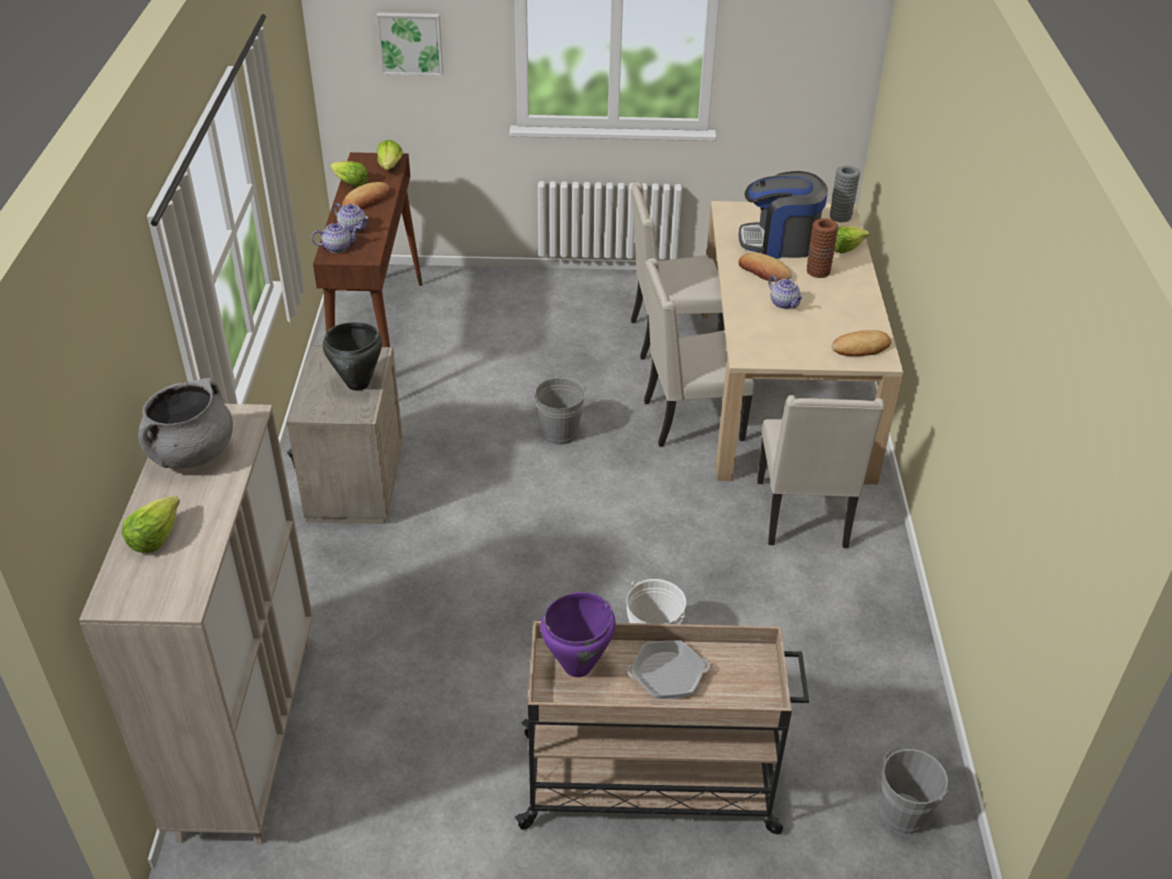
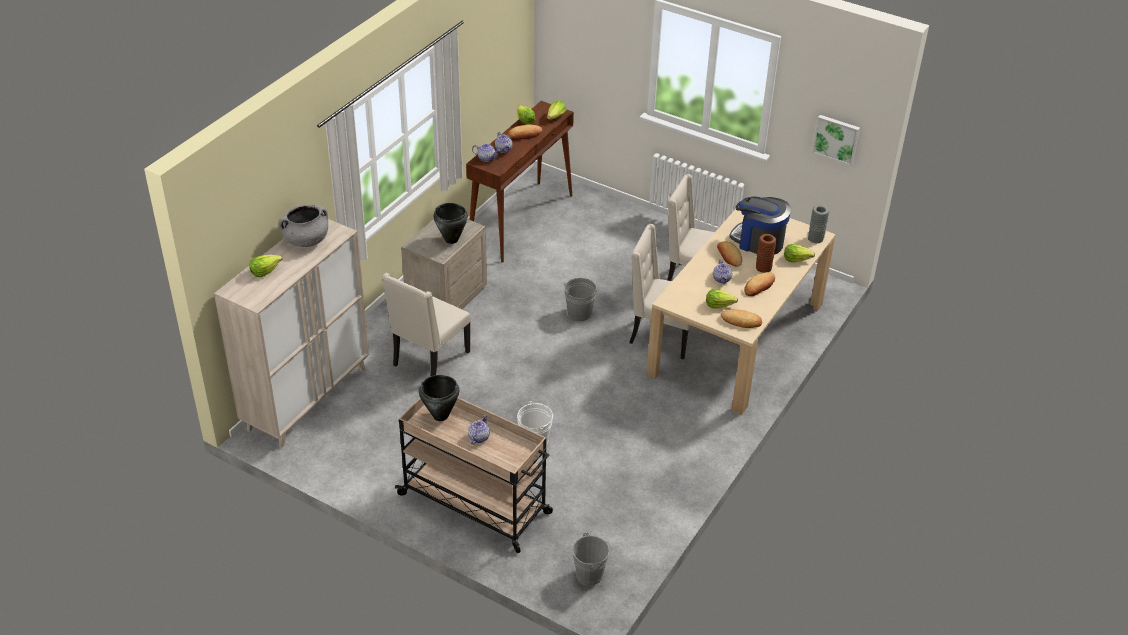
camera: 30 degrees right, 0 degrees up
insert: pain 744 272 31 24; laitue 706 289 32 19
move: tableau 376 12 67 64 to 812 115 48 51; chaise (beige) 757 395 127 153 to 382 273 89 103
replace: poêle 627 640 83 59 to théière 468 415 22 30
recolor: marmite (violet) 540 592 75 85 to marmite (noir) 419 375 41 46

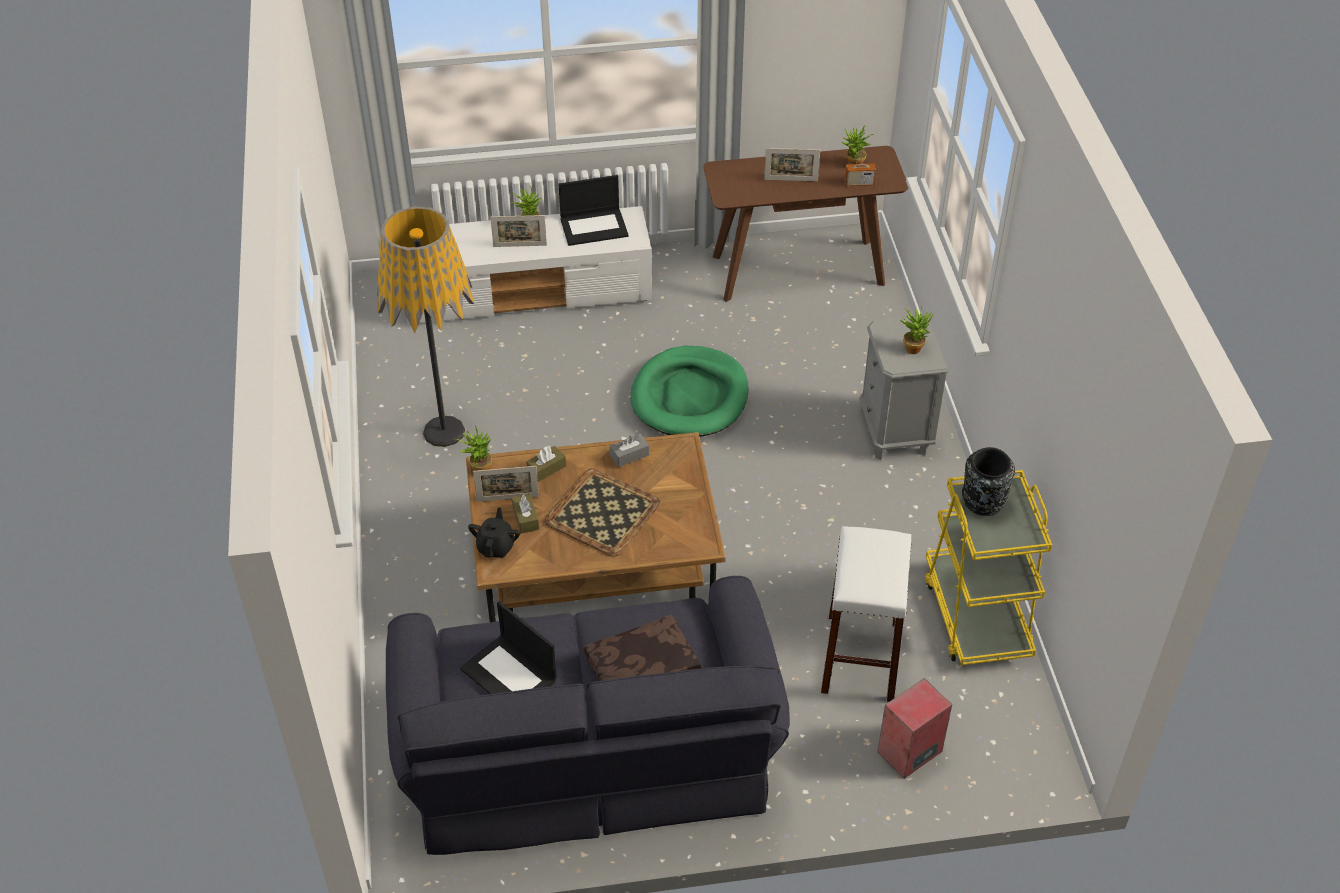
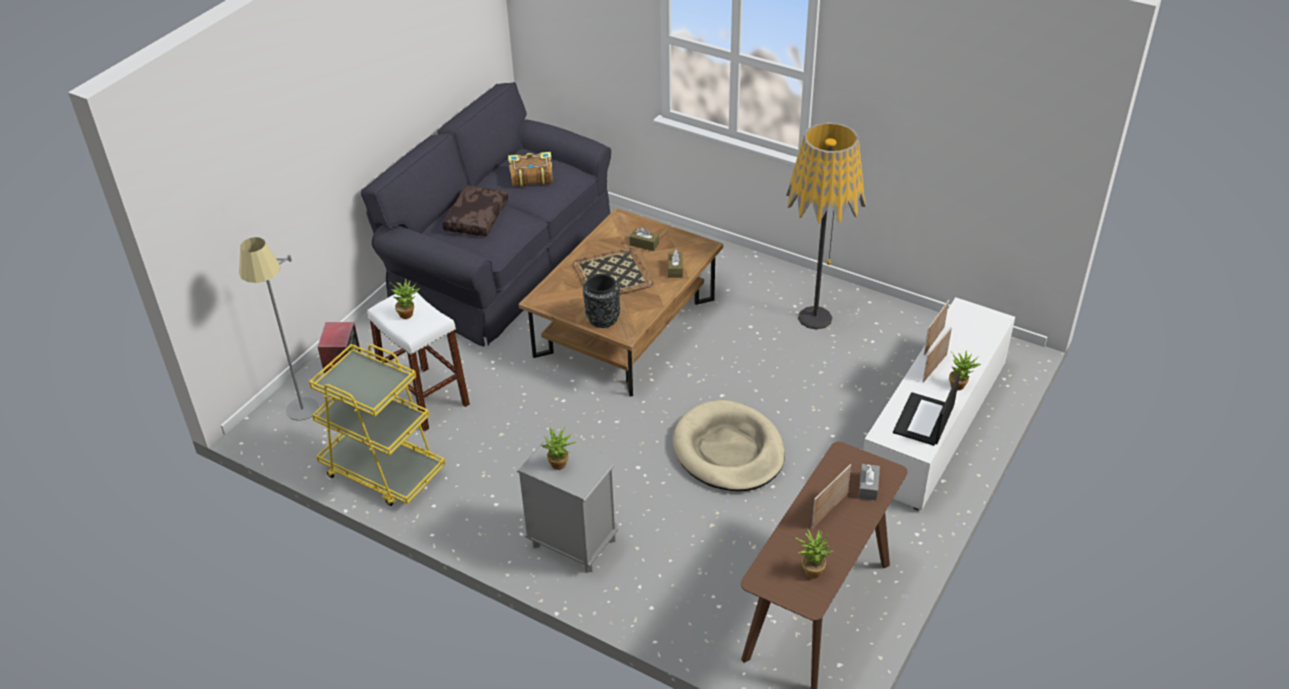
camera: 130 degrees right, 5 degrees down
delete: radio 845 145 31 41; théière (noir) 468 507 52 51
insert: lampadaire (gris) 239 237 80 184
move: plante en pot 456 425 36 46 to 389 278 31 41; boîte à mouchoirs (gris) 610 434 39 33 to 858 464 22 36; vase (noir) 962 447 53 69 to 583 274 37 54; cadre photo 473 466 66 36 to 924 300 25 55
replace: ordinateur portable 460 601 97 93 to livre 508 152 45 35
recolor: panier pour chien (vert) 631 346 117 91 to panier pour chien (beige) 673 400 112 91

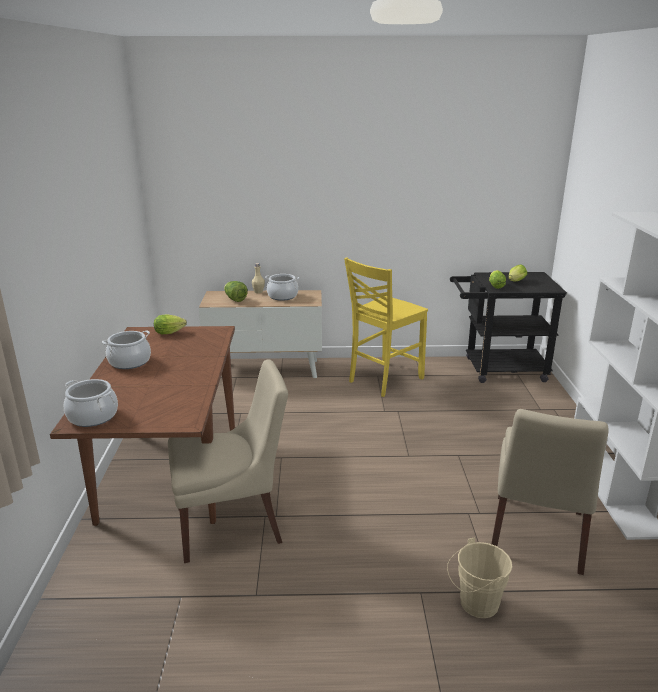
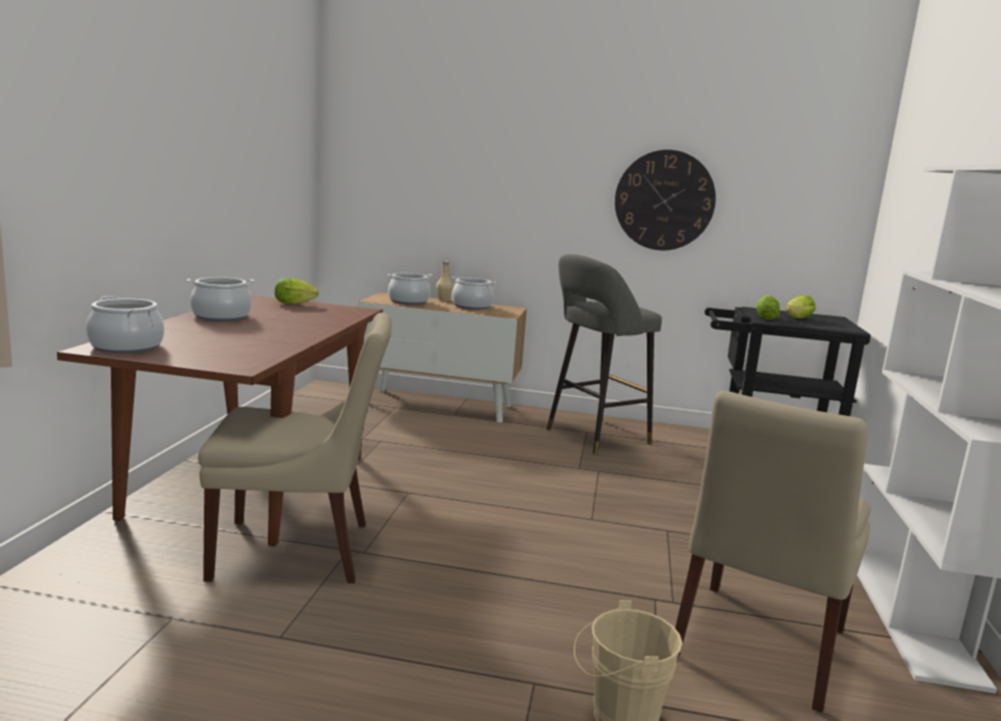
camera: 10 degrees right, 10 degrees down
insert: horloge murale 615 150 101 100
replace: chaise (jaune) 344 257 84 140 to tabouret (gris) 547 254 115 201; laitue 224 281 24 21 to marmite 388 273 44 32

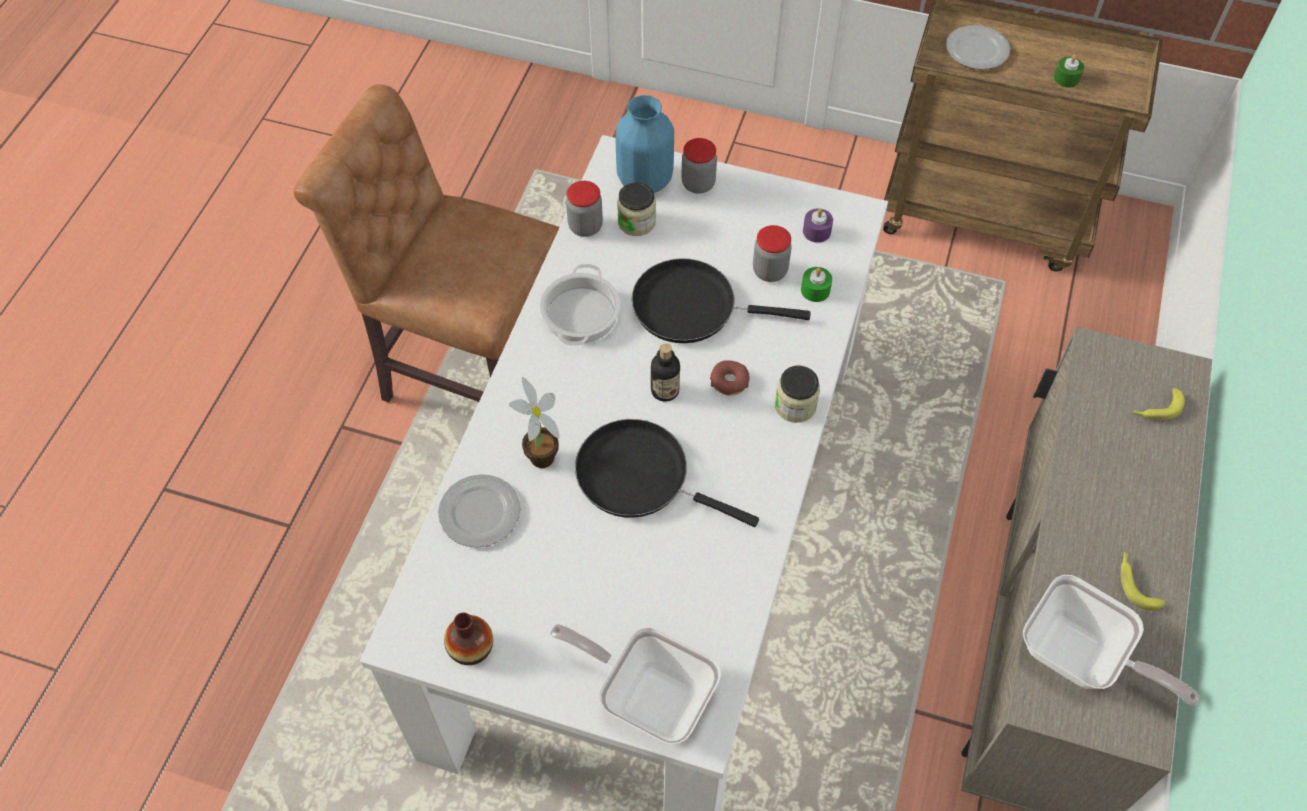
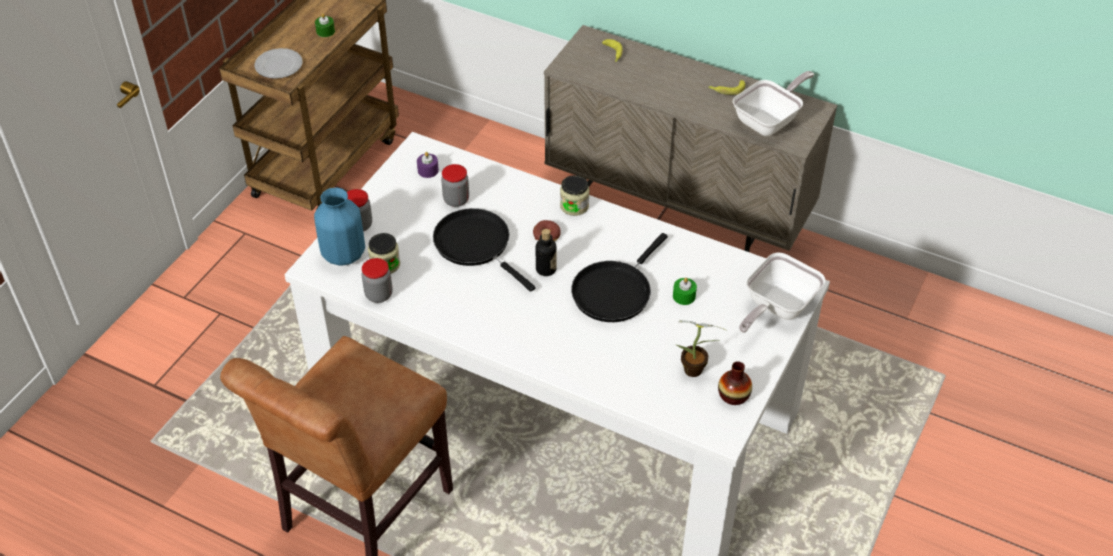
camera: 80 degrees left, 10 degrees down
delete: marmite 540 264 80 82; assiette 438 474 82 73
move: bougie (vert) 801 267 31 35 to 673 278 24 27; plante en pot 508 377 52 91 to 676 320 49 57
rotate: poêle (noir) 632 258 179 85 = 433 208 103 84 120 degrees clockwise

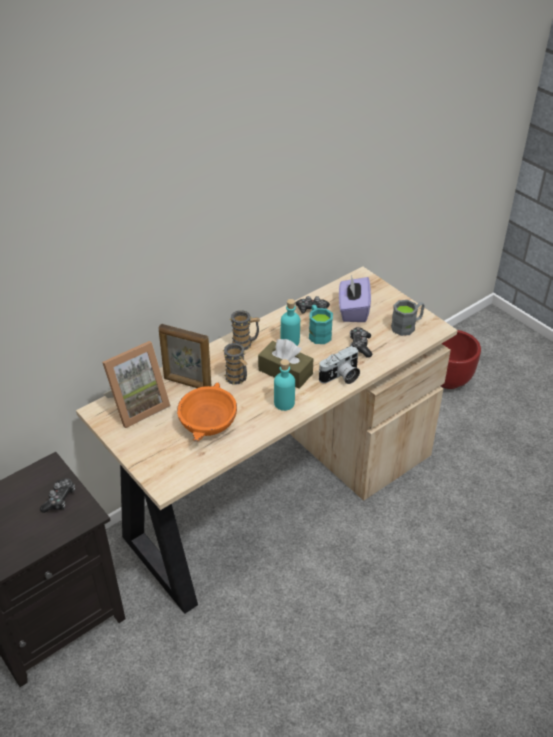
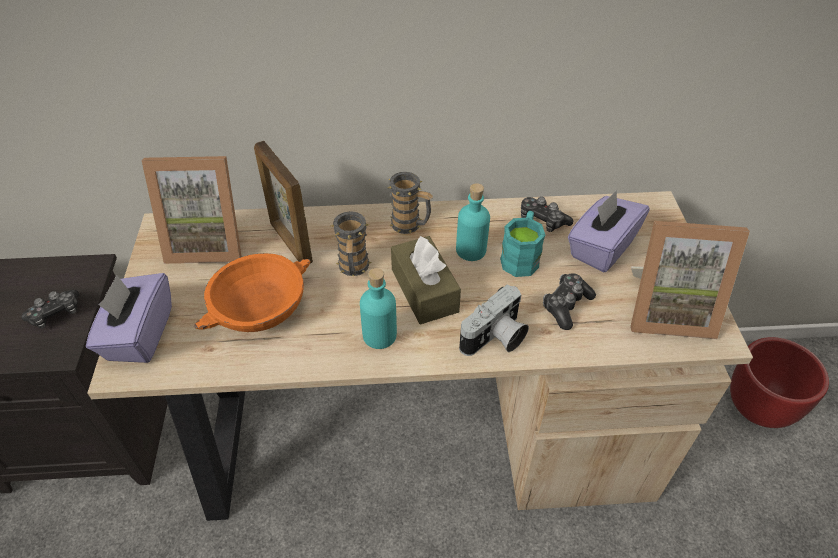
camera: 35 degrees right, 5 degrees up
insert: boîte à mouchoirs (violet) 86 273 86 90
replace: mug (gris) 391 300 34 36 to cadre photo 630 221 120 118
rotate: appareil photo 319 346 41 38 = 459 284 70 72 45 degrees counterclockwise

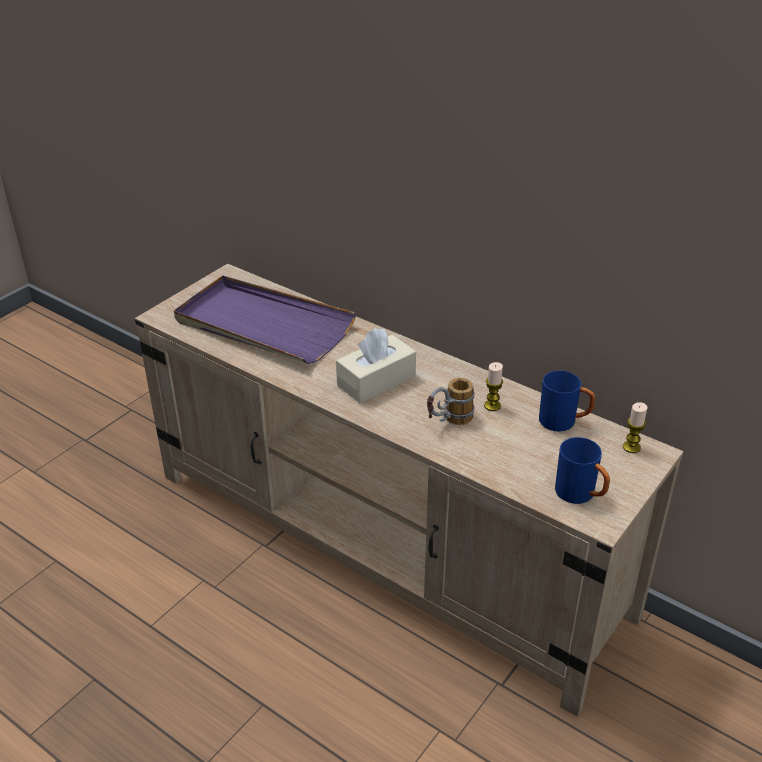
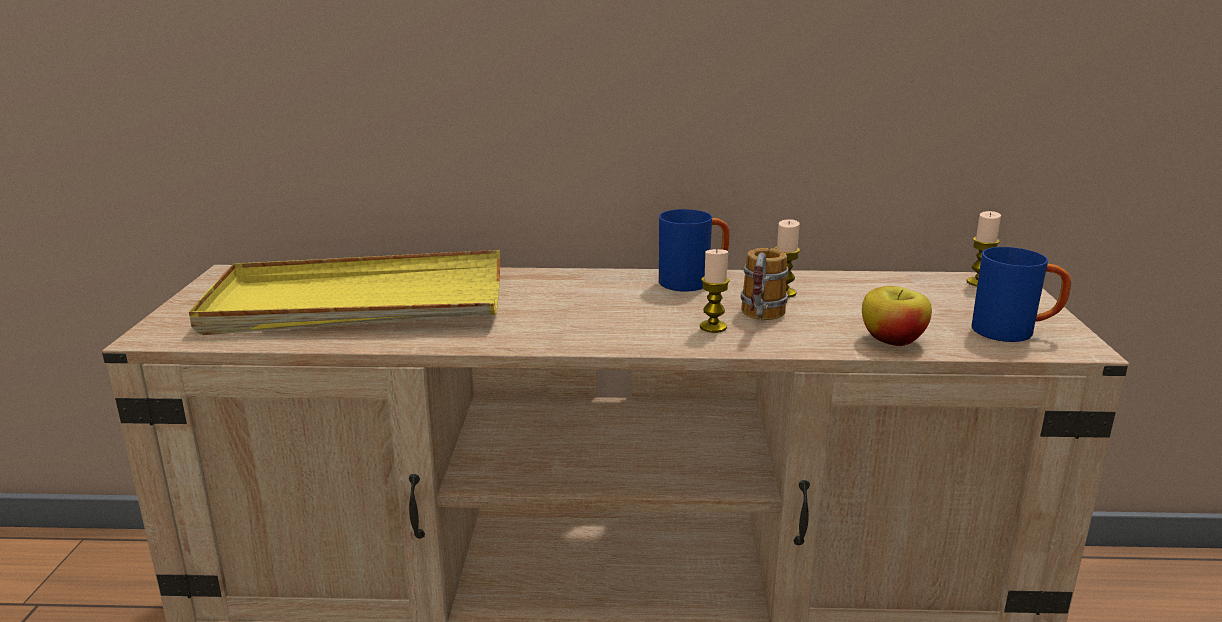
camera: 35 degrees left, 15 degrees down
delete: boîte à mouchoirs (beige) 336 328 80 75
insert: bougie 700 249 30 84; pomme 862 286 70 60
move: mug (bleu) 539 370 56 62 to 659 209 71 83
recolor: plateau (violet) 174 275 182 89 to plateau (jaune) 189 250 311 85

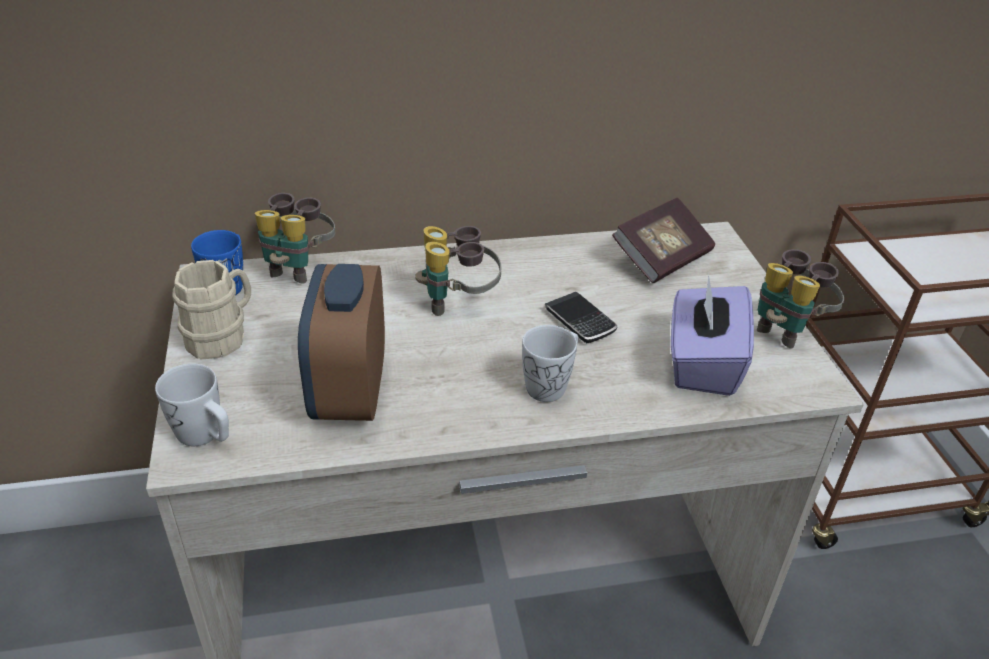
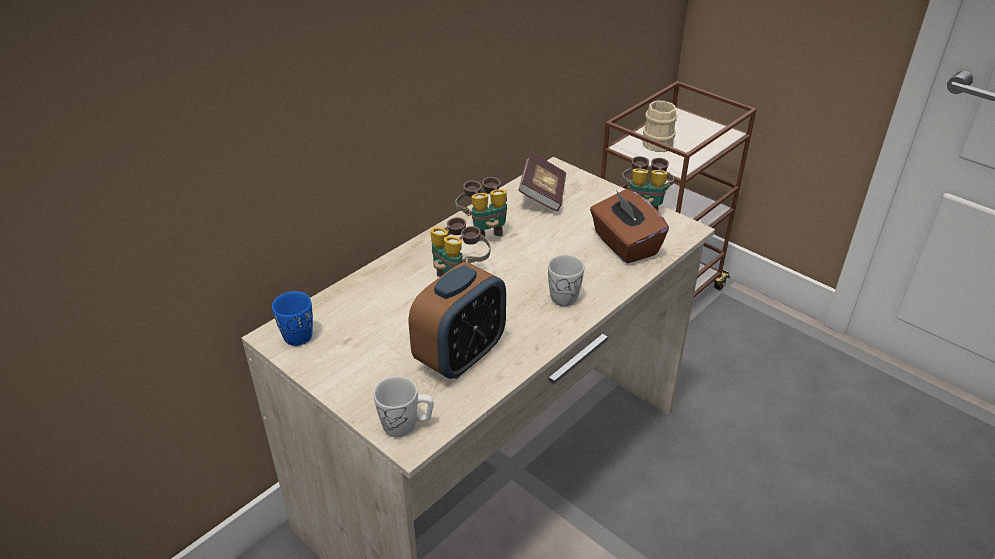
camera: 35 degrees left, 0 degrees up
delete: téléphone 545 292 72 51
move: jumelles 255 193 81 90 to 456 177 51 64; mug (beige) 173 260 78 99 to 642 100 35 52
recolor: boîte à mouchoirs (violet) 671 275 83 121 to boîte à mouchoirs (marron) 590 189 79 75
rotate: réveil 298 264 87 157 = 409 262 97 117 105 degrees counterclockwise

